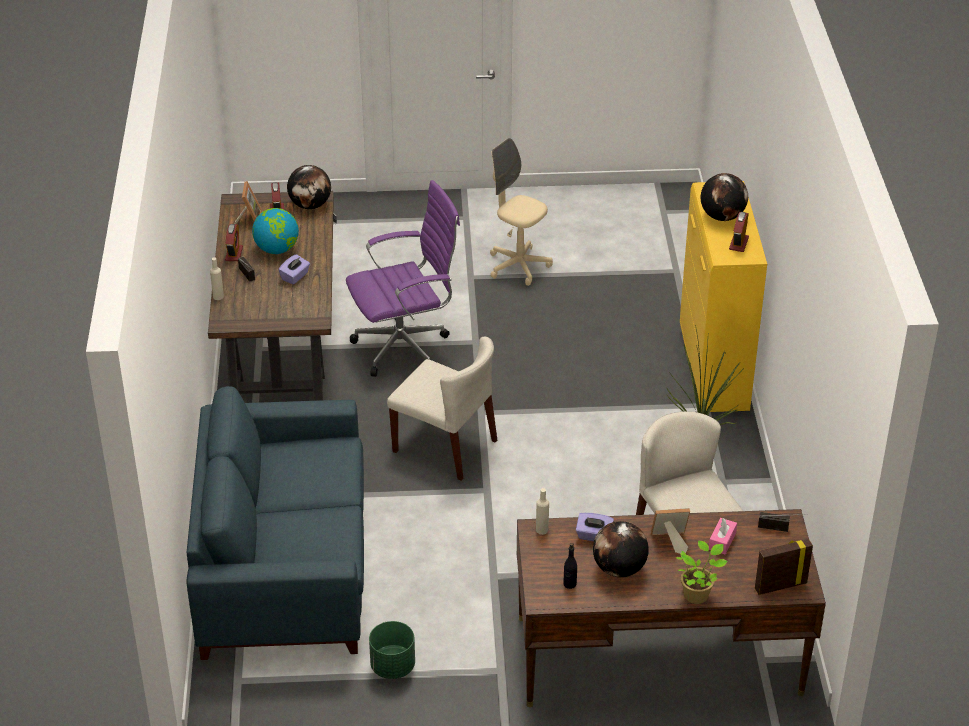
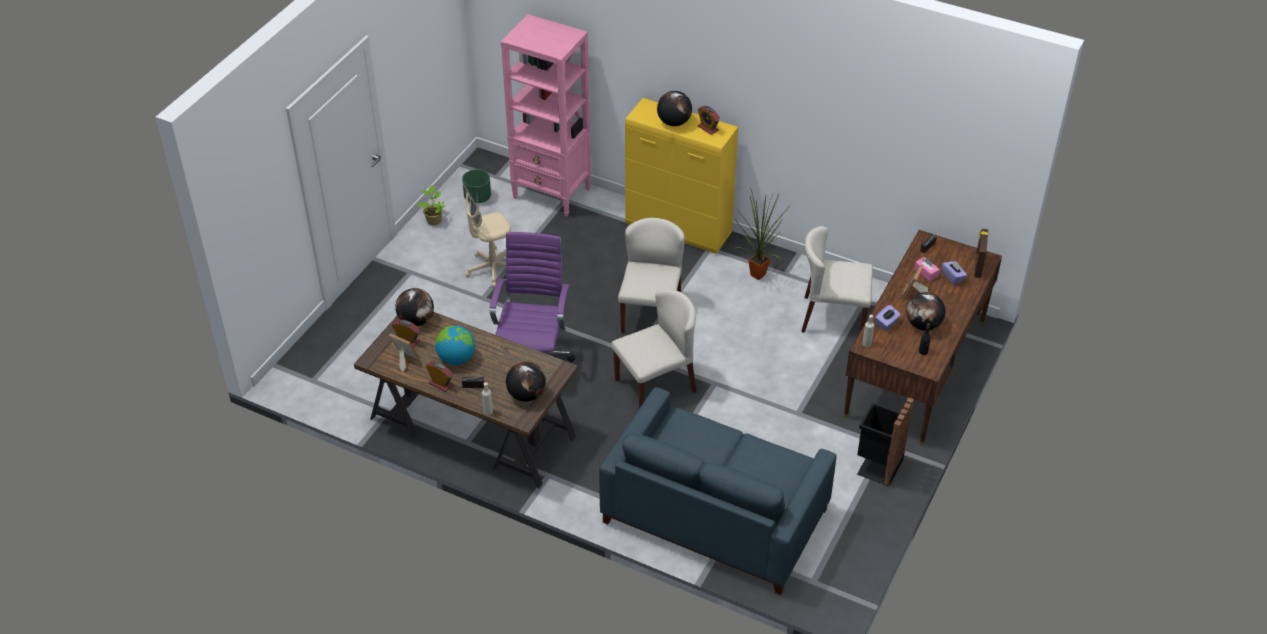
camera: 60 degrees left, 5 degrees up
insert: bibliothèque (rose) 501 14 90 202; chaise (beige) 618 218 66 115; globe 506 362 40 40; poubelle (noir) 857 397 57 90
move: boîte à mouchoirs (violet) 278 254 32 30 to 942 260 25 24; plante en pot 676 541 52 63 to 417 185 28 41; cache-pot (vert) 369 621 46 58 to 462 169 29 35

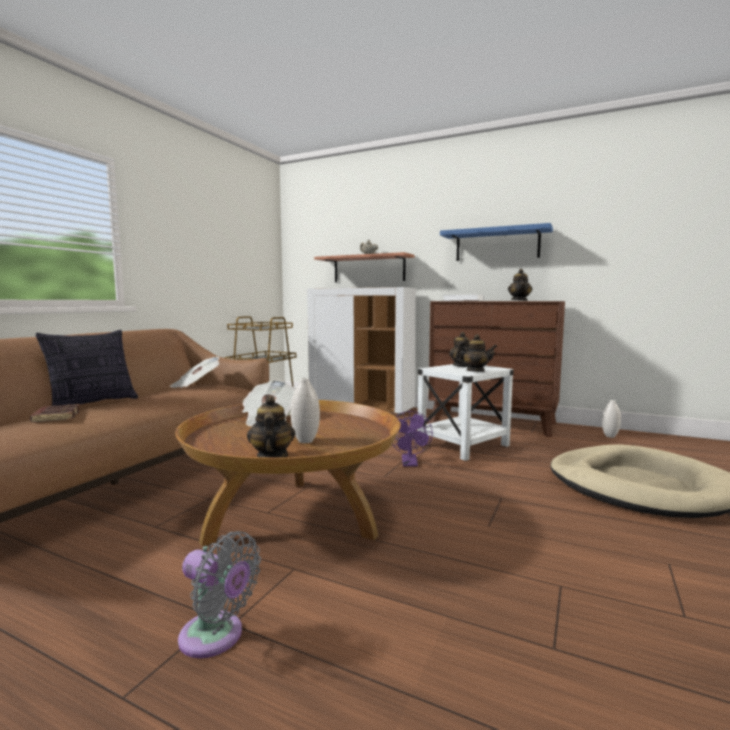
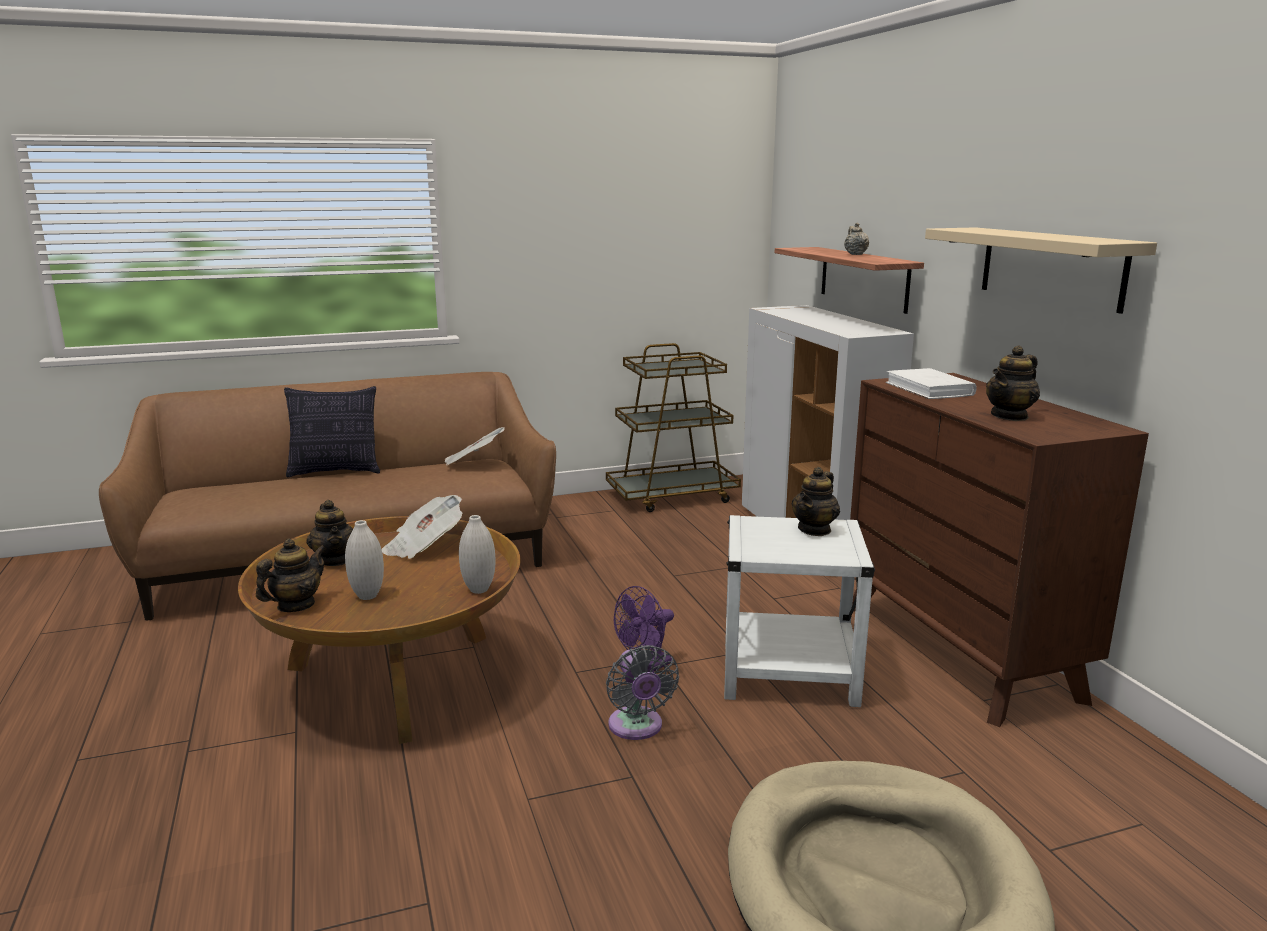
camera: 45 degrees right, 10 degrees up
delete: livre (marron) 30 404 50 19
move: théière 455 334 42 38 to 306 500 47 66; vase (blanc) 602 400 19 38 to 459 515 36 79; ventilateur (gris) 178 531 83 127 to 606 645 73 95
recolor: étagère (bleu) 440 223 113 38 to étagère (beige) 925 227 232 87

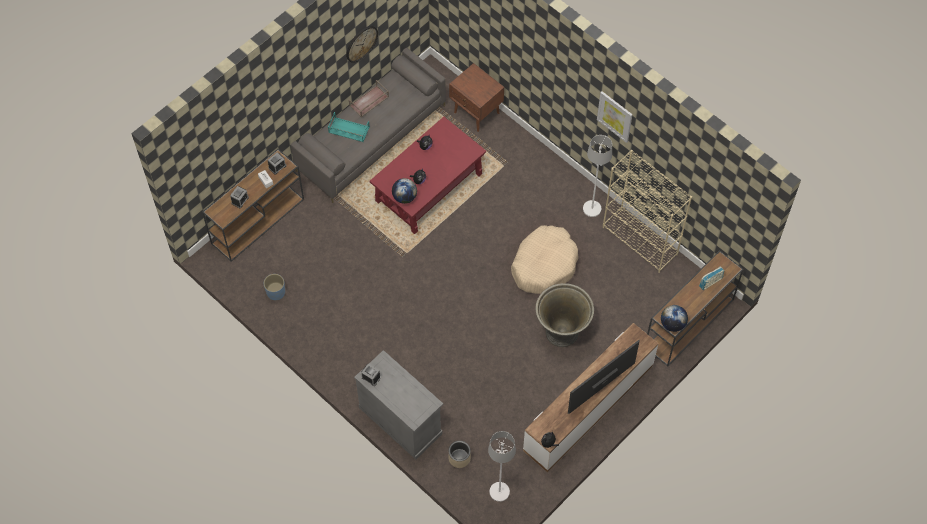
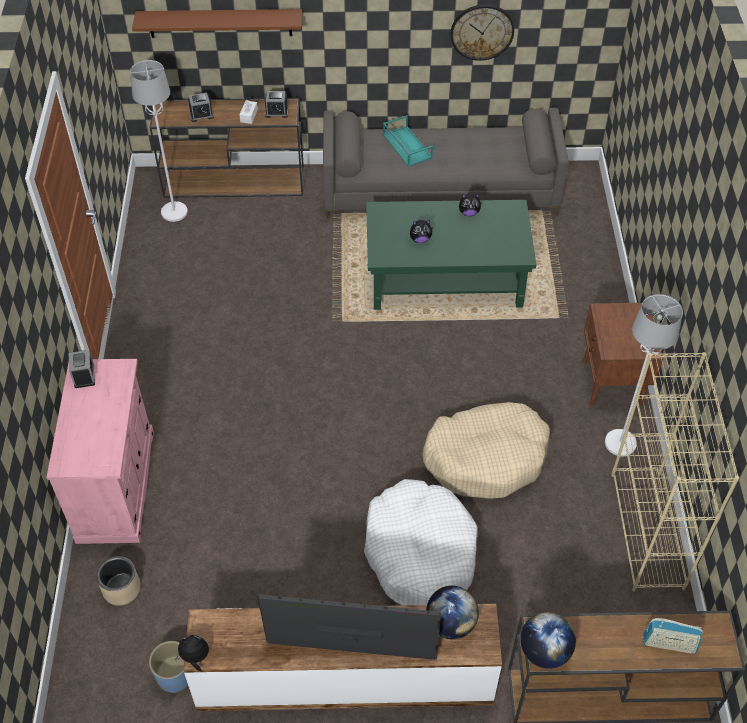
camera: 45 degrees right, 10 degrees down
delete: plateau (marron) 349 80 40 37; tableau 597 91 36 52
insert: étagère (marron) 132 9 170 29
move: table de chevet (marron) 449 63 55 69 to 582 303 81 103; globe 392 178 25 26 to 426 586 53 53; cache-pot (bleu) 264 274 21 26 to 149 641 39 52; lampadaire (blanc) 488 431 28 71 to 130 60 58 162
replace: cache-pot (gris) 535 283 59 64 to panier pour chien (blanc) 364 479 114 126
recolor: table basse (rouge) 370 117 116 117 to table basse (vert) 366 200 170 110; meuble de rangement (gris) 354 350 89 109 to meuble de rangement (rose) 46 359 108 185

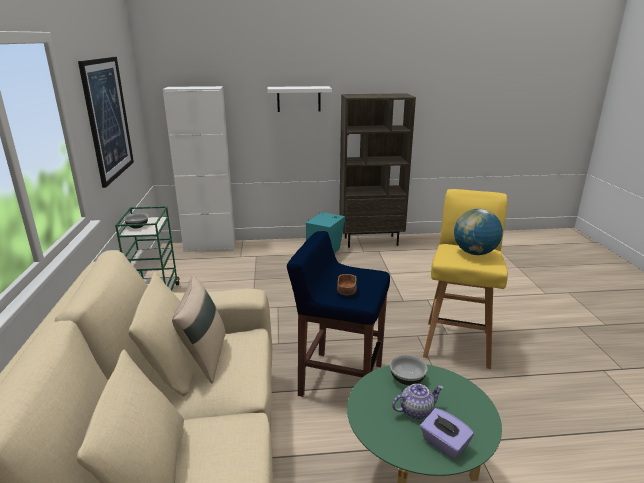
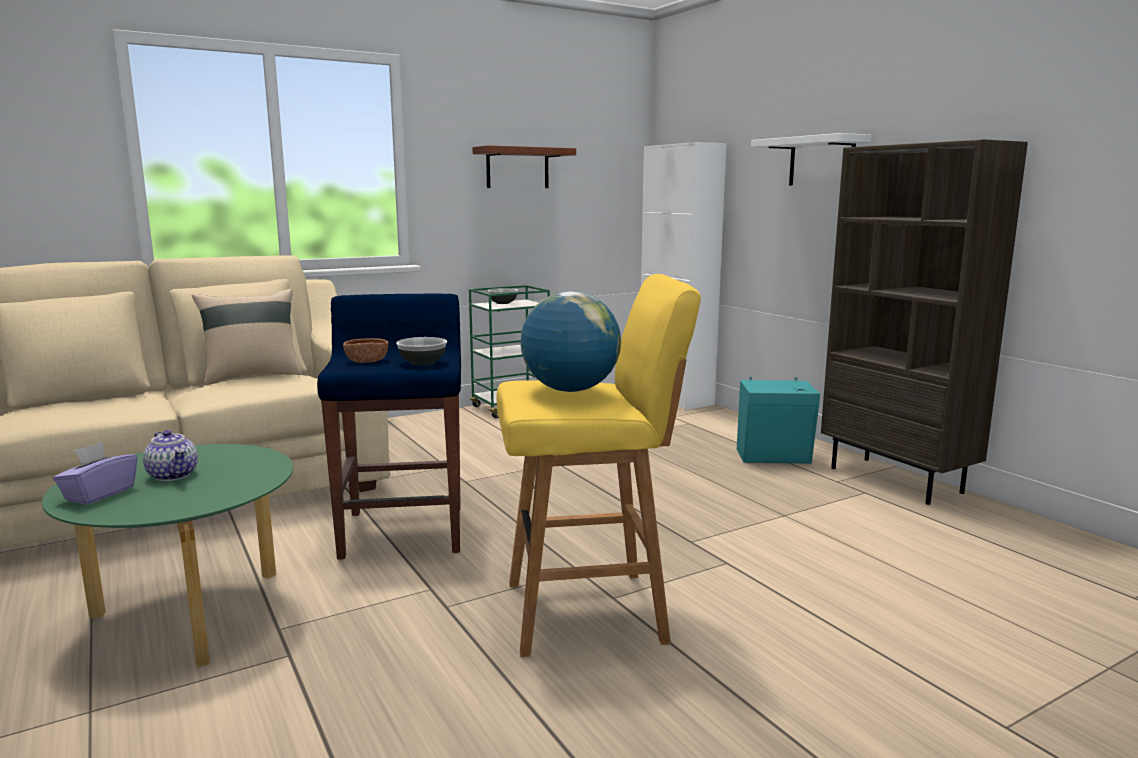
camera: 65 degrees right, 10 degrees down
move: bol 390 355 38 30 to 396 337 51 28
replace: tableau 78 57 56 131 to étagère (marron) 472 145 104 43

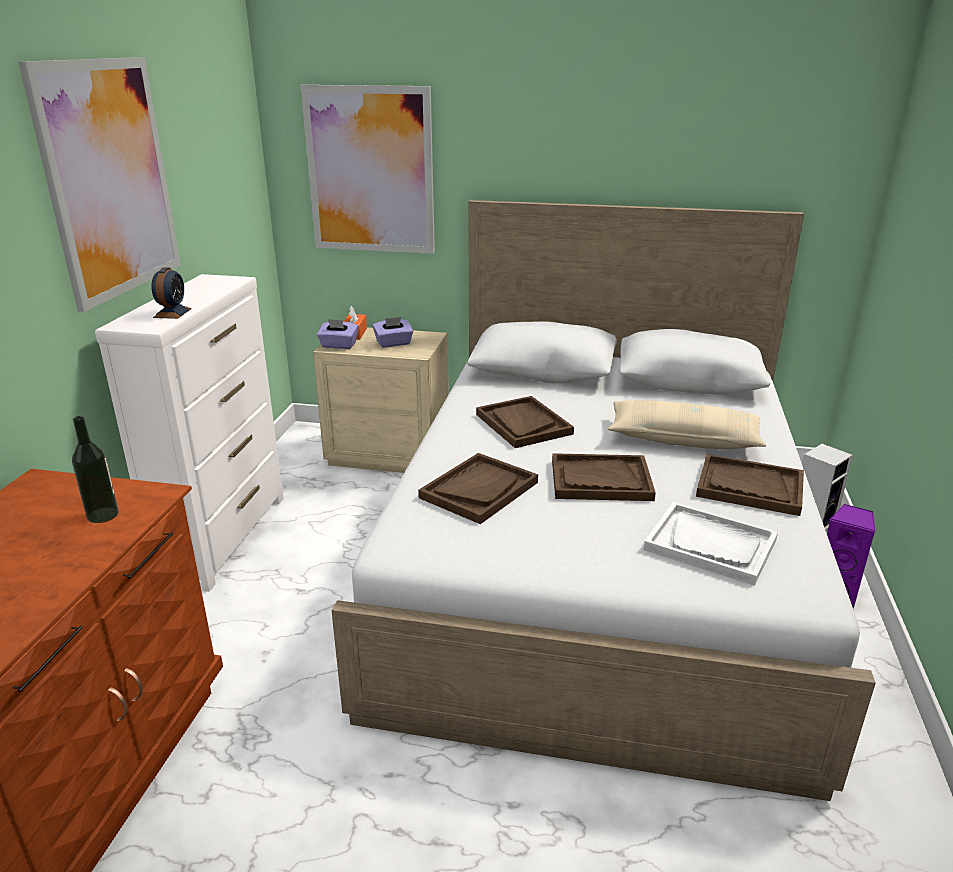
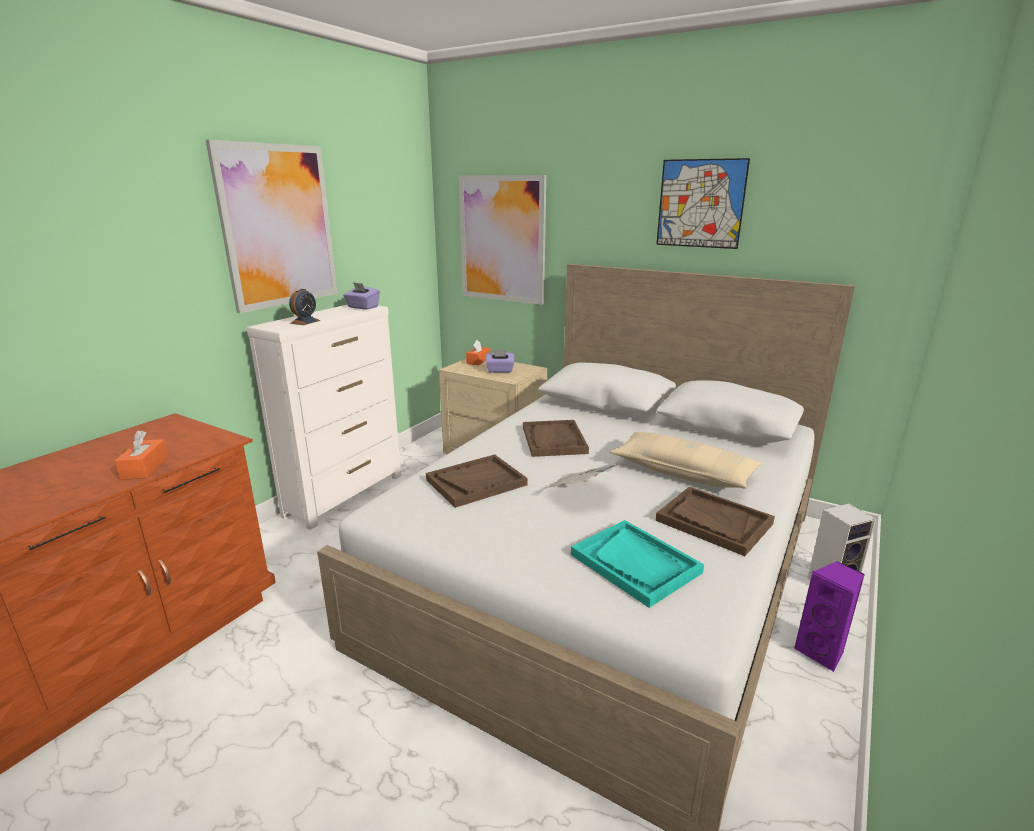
camera: 20 degrees right, 5 degrees down
delete: bouteille 72 416 47 107
insert: tableau 656 158 94 91; boîte à mouchoirs (orange) 115 431 53 49
move: boîte à mouchoirs (violet) 317 319 41 30 to 343 282 37 28
replace: plateau (marron) 552 453 104 48 to journal 545 462 73 26
recolor: plateau (blanc) 643 502 135 84 to plateau (turquoise) 571 520 133 88

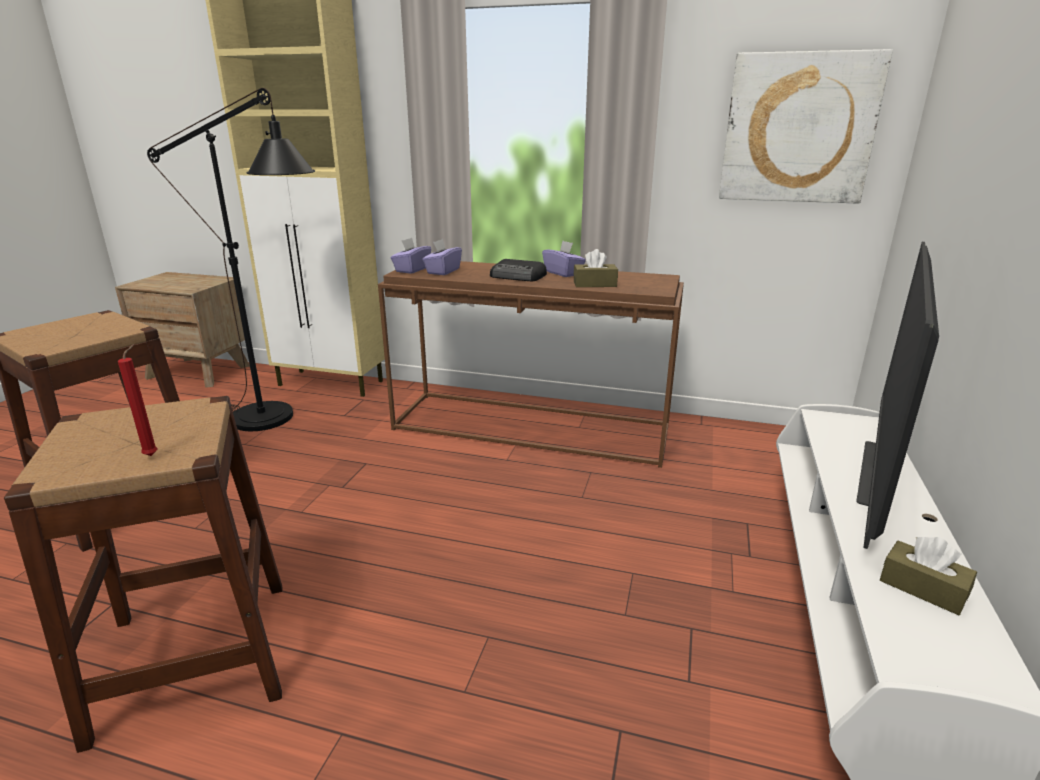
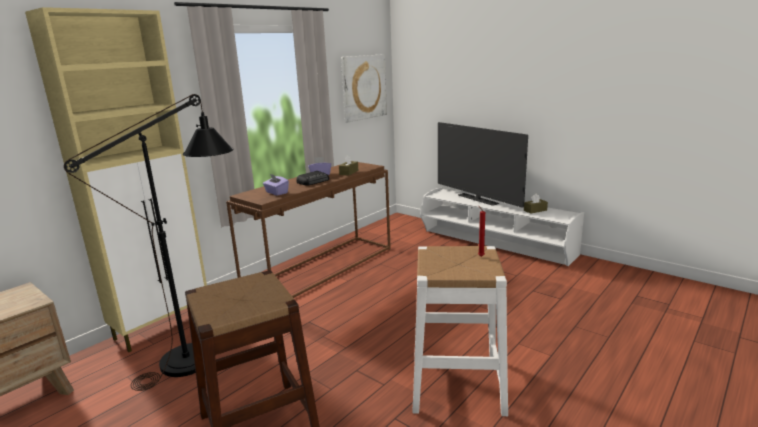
camera: 65 degrees left, 5 degrees down
delete: boîte à mouchoirs (violet) 391 238 40 36
recolor: tabouret (marron) 4 396 278 357 to tabouret (blanc) 412 246 96 170

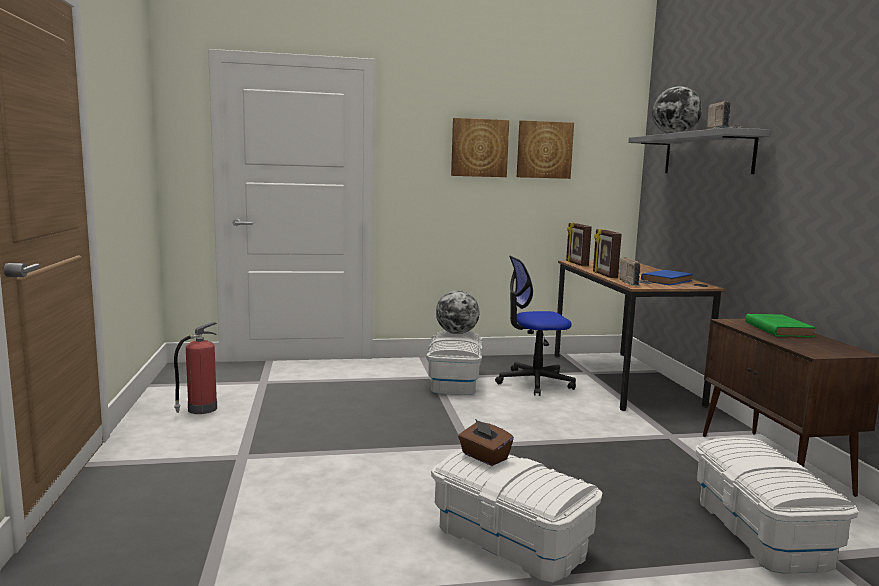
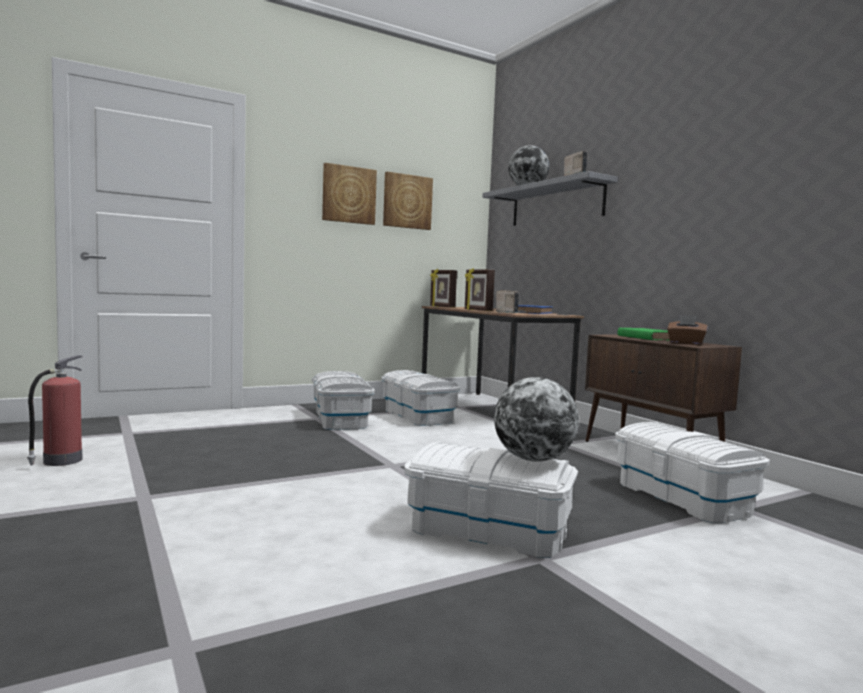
camera: 20 degrees left, 5 degrees down
move: globe 436 290 44 44 to 494 377 85 85; boîte à mouchoirs (marron) 458 419 56 47 to 667 315 41 30
replace: chaise de bureau 495 255 81 141 to boîte de rangement (blanc) 381 370 79 56

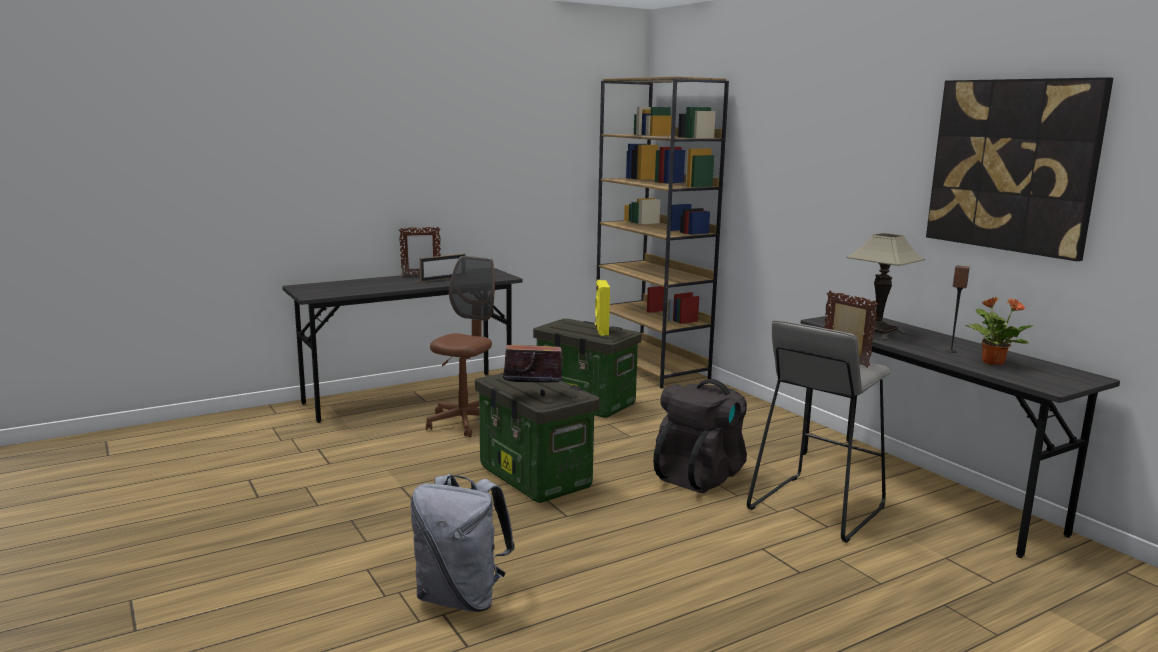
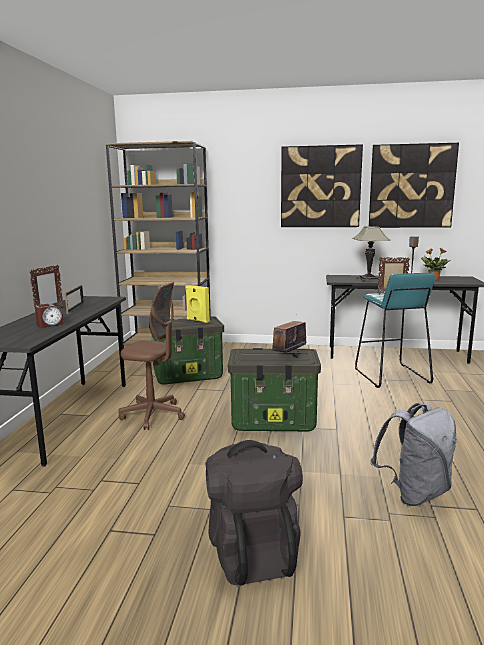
camera: 50 degrees left, 0 degrees up
insert: tableau 281 144 82 83; réveil 35 304 29 24
move: sac à dos (noir) 653 379 94 114 to 205 440 98 146
recolor: tabouret (gris) 747 320 144 223 to tabouret (turquoise) 355 273 81 115
rotate: chaise de bureau (marron) 426 256 69 181 = 119 282 66 148 135 degrees clockwise

